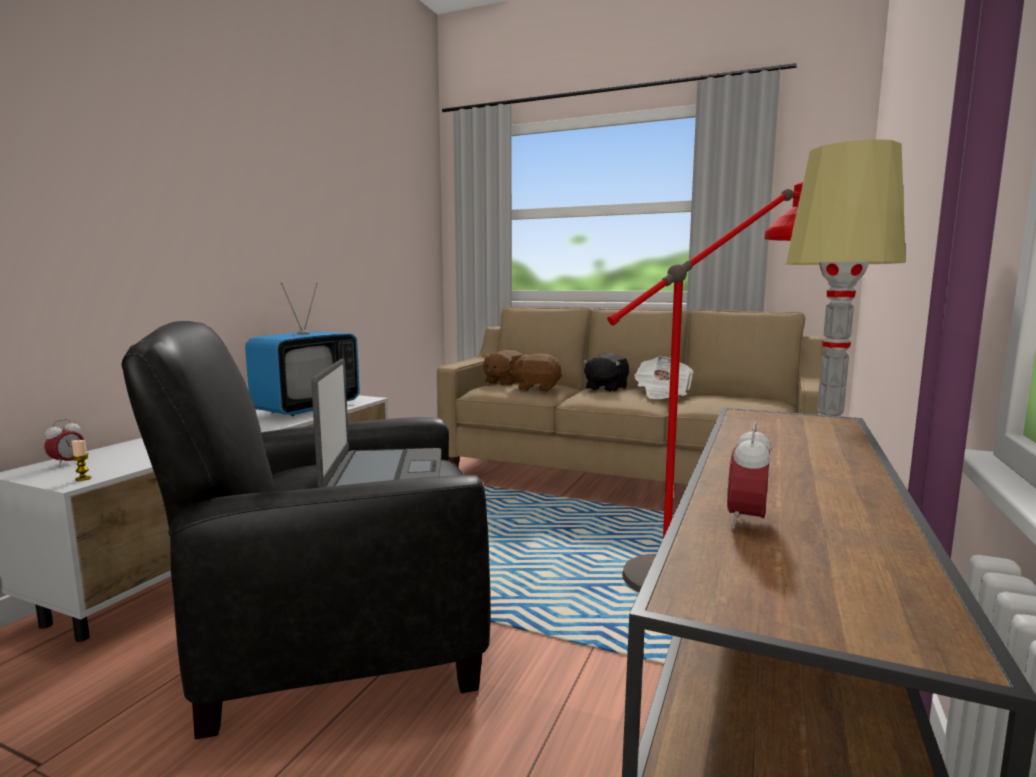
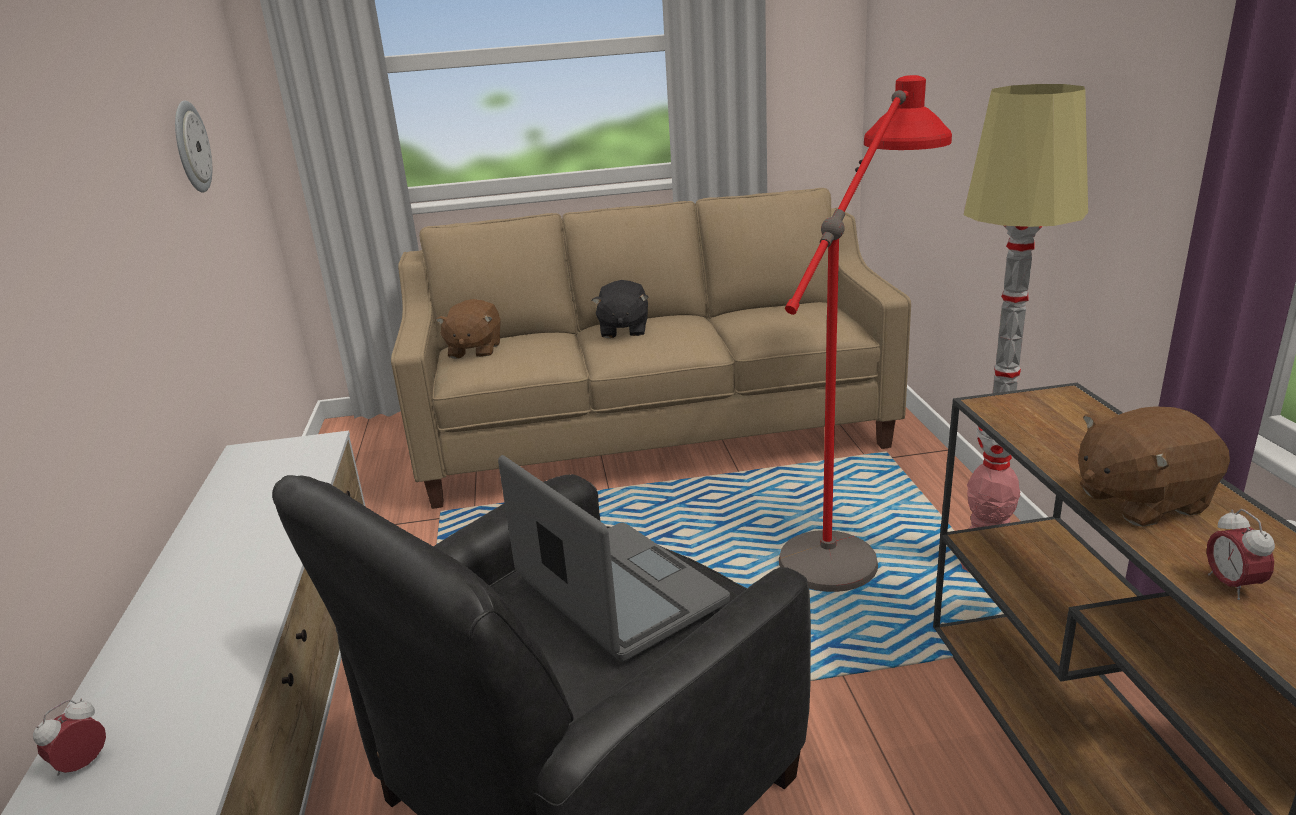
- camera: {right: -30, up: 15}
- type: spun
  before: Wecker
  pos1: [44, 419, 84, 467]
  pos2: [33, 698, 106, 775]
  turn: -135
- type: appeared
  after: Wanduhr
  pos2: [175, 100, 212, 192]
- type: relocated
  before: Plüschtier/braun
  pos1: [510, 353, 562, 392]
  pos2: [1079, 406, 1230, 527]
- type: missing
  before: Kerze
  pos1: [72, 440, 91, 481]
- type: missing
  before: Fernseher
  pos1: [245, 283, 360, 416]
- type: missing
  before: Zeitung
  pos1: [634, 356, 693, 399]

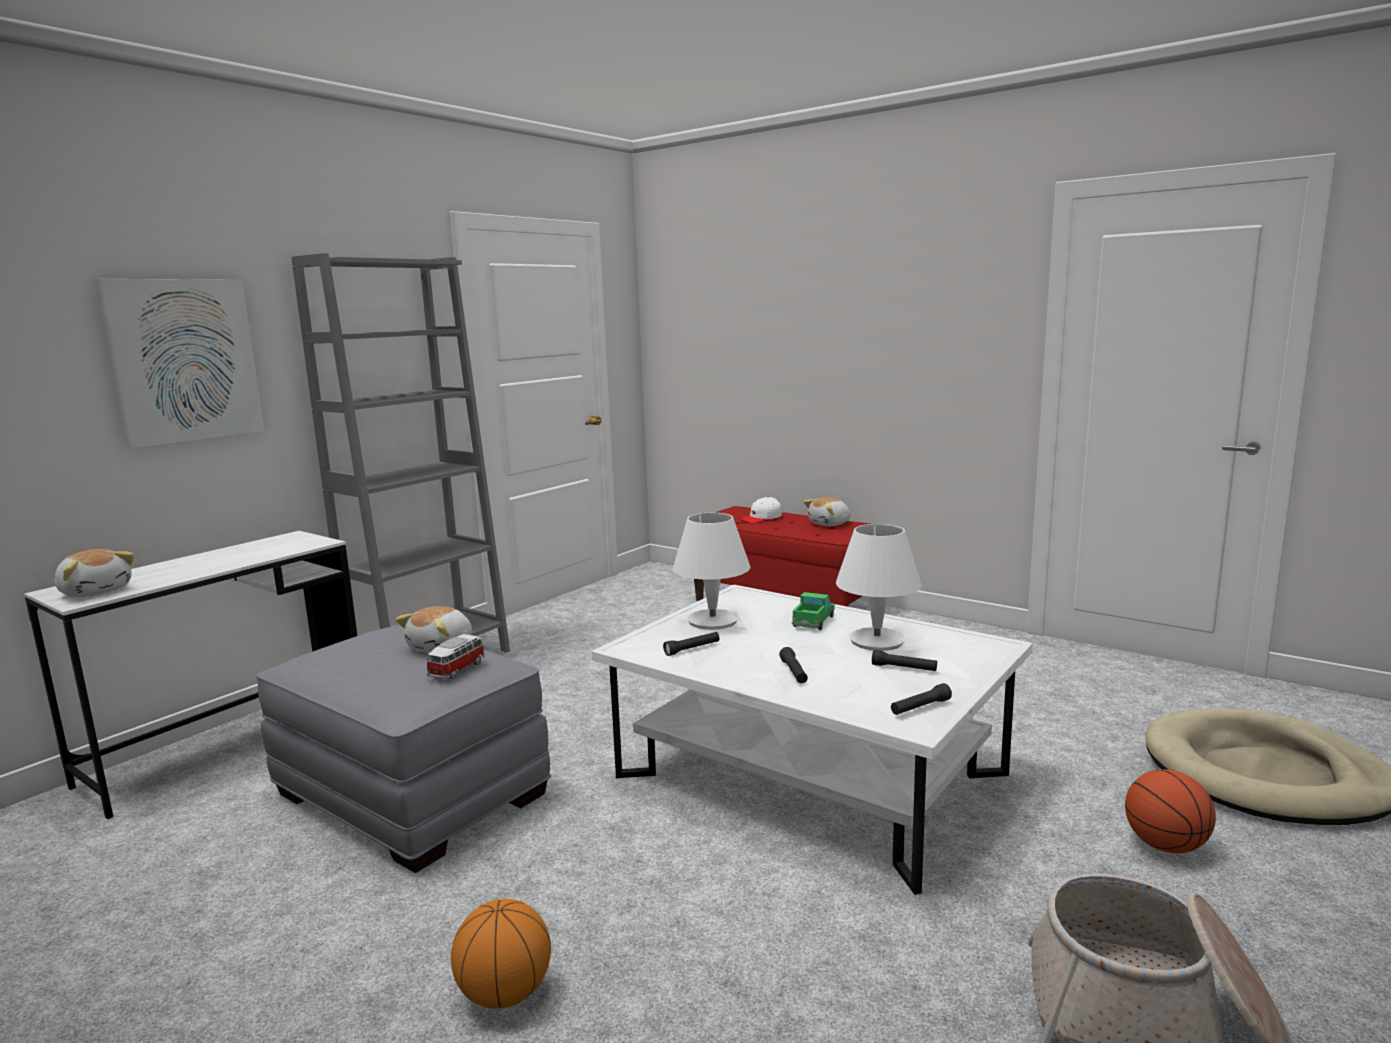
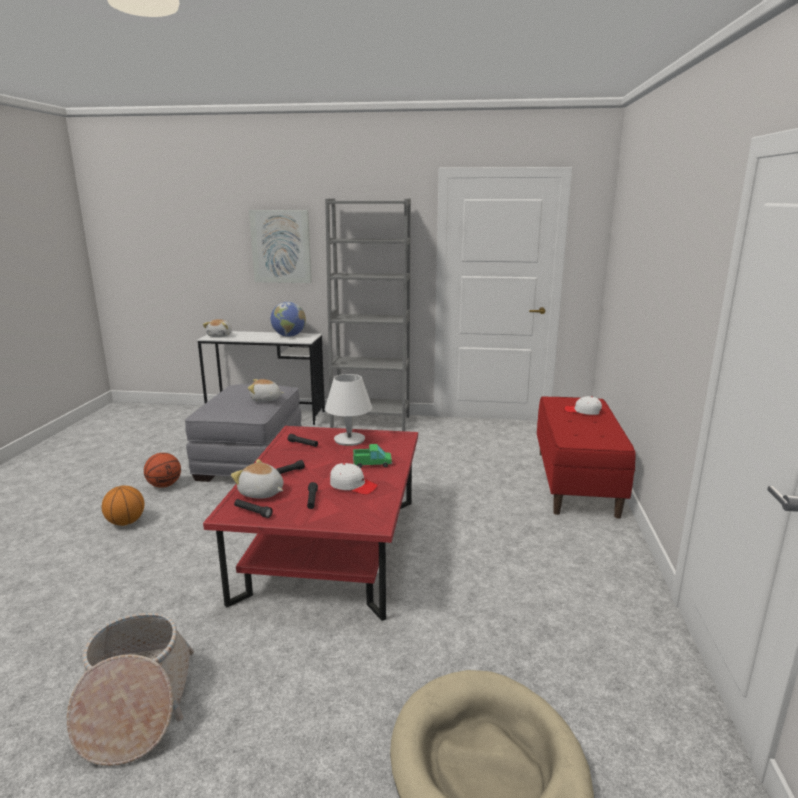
- camera: {right: 60, up: 5}
- type: relocated
  before: Basketball
  pos1: [1125, 769, 1216, 853]
  pos2: [144, 453, 181, 488]
- type: colour
  before: Couchtisch/weiß
  after: Couchtisch/rot
  pos1: [591, 585, 1033, 895]
  pos2: [203, 426, 418, 621]
- type: relocated
  before: Plüschtier
  pos1: [804, 497, 850, 526]
  pos2: [231, 459, 283, 499]
- type: appeared
  after: Globus
  pos2: [271, 302, 306, 337]
- type: exchanged
  before: Tischlampe/weiß
  after: Kappe/weiß
  pos1: [836, 524, 921, 651]
  pos2: [330, 463, 378, 495]
- type: missing
  before: Spielzeugauto
  pos1: [427, 634, 485, 679]

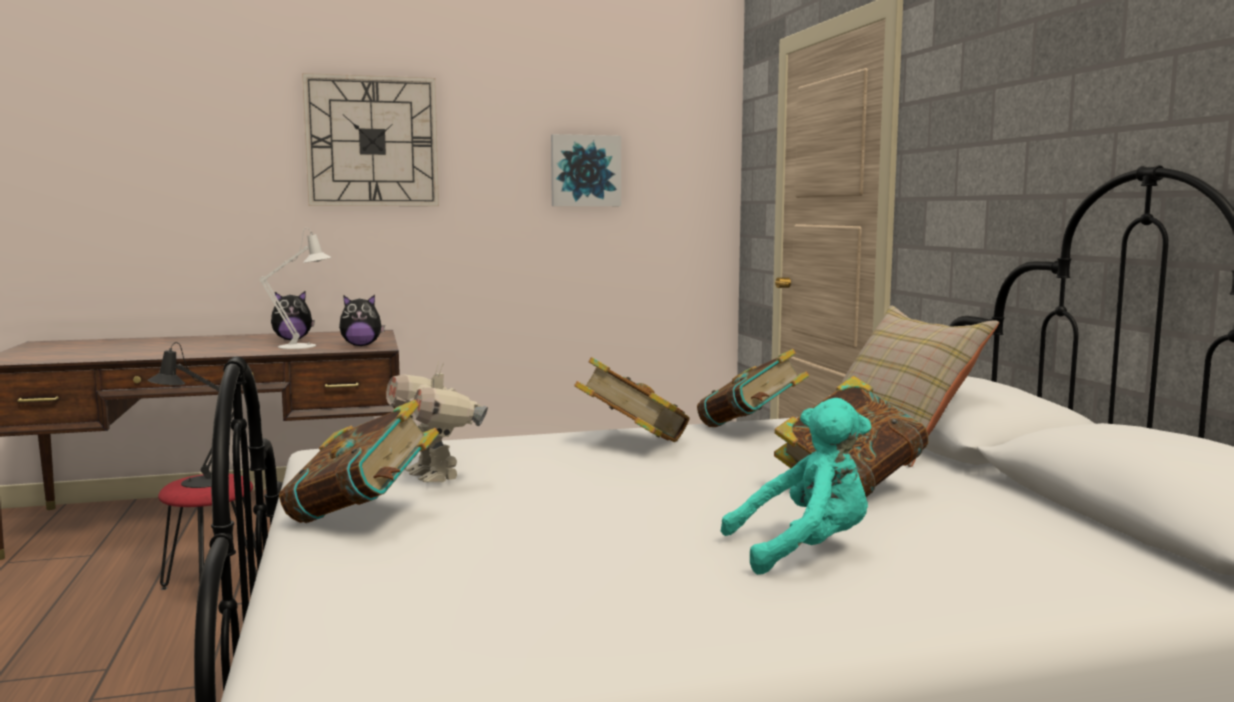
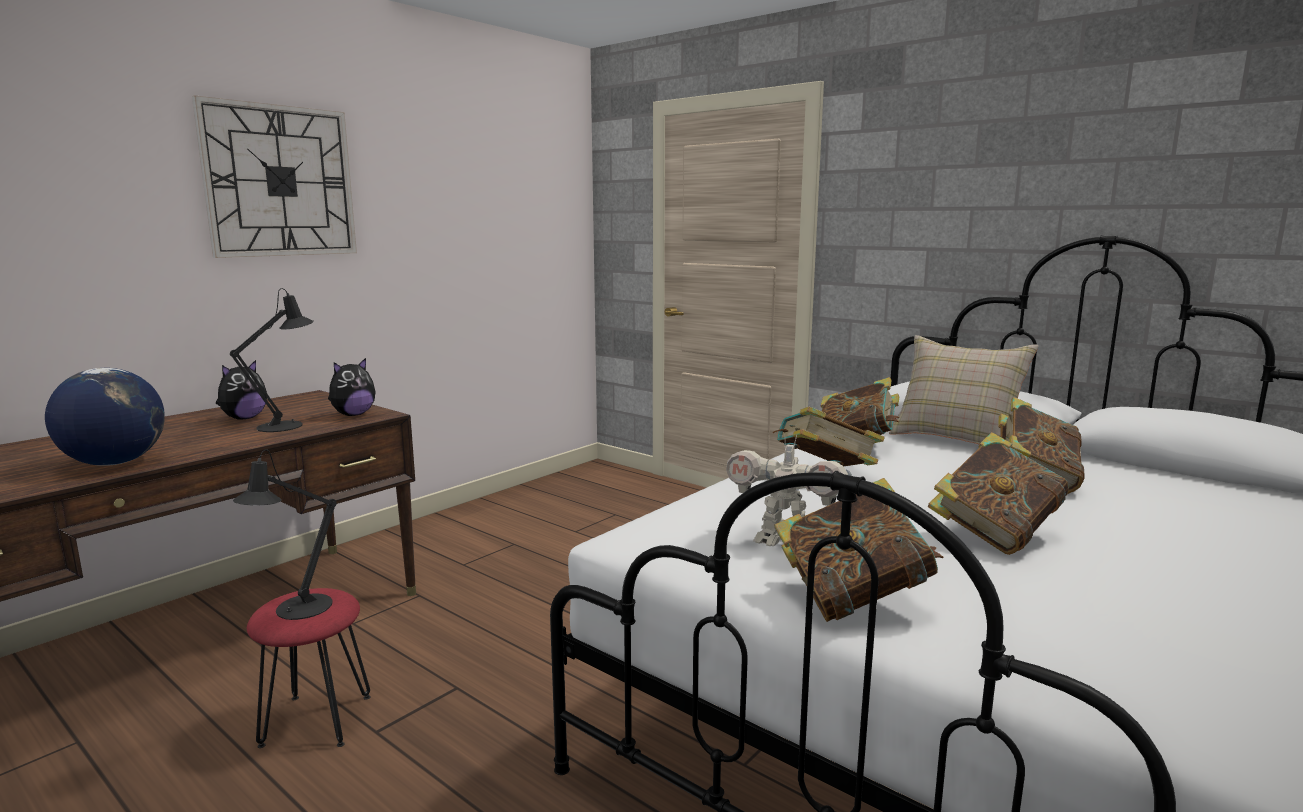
- camera: {right: -35, up: 5}
- type: appeared
  after: Globus
  pos2: [45, 368, 165, 466]
- type: colour
  before: Tischlampe/weiß
  after: Tischlampe/schwarz
  pos1: [260, 228, 332, 349]
  pos2: [230, 288, 314, 432]
- type: appeared
  after: Buch
  pos2: [928, 432, 1068, 555]
- type: missing
  before: Bild
  pos1: [551, 134, 621, 206]
- type: missing
  before: Plüschtier/türkis
  pos1: [721, 398, 871, 575]

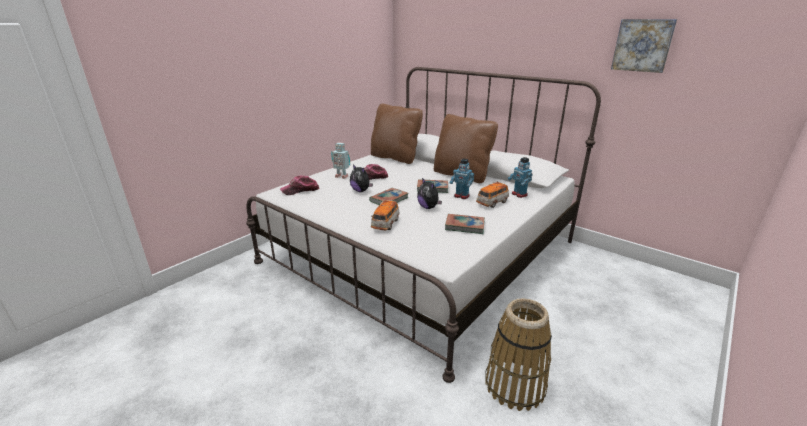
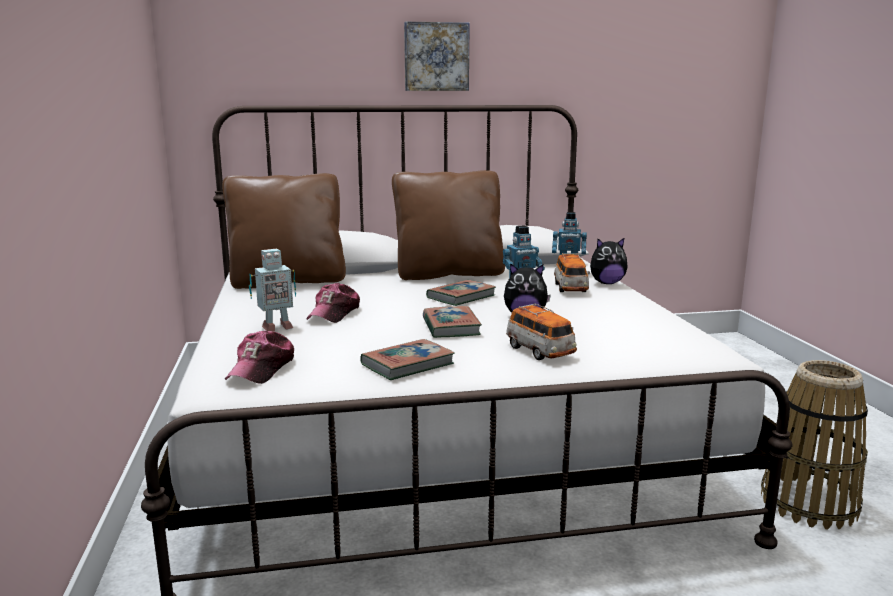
- camera: {right: -50, up: -10}
- type: relocated
  before: Buch
  pos1: [445, 214, 485, 234]
  pos2: [360, 339, 455, 380]
- type: relocated
  before: Bild
  pos1: [611, 19, 677, 73]
  pos2: [404, 21, 470, 91]
- type: relocated
  before: Plüschtier
  pos1: [350, 164, 373, 192]
  pos2: [590, 238, 628, 284]

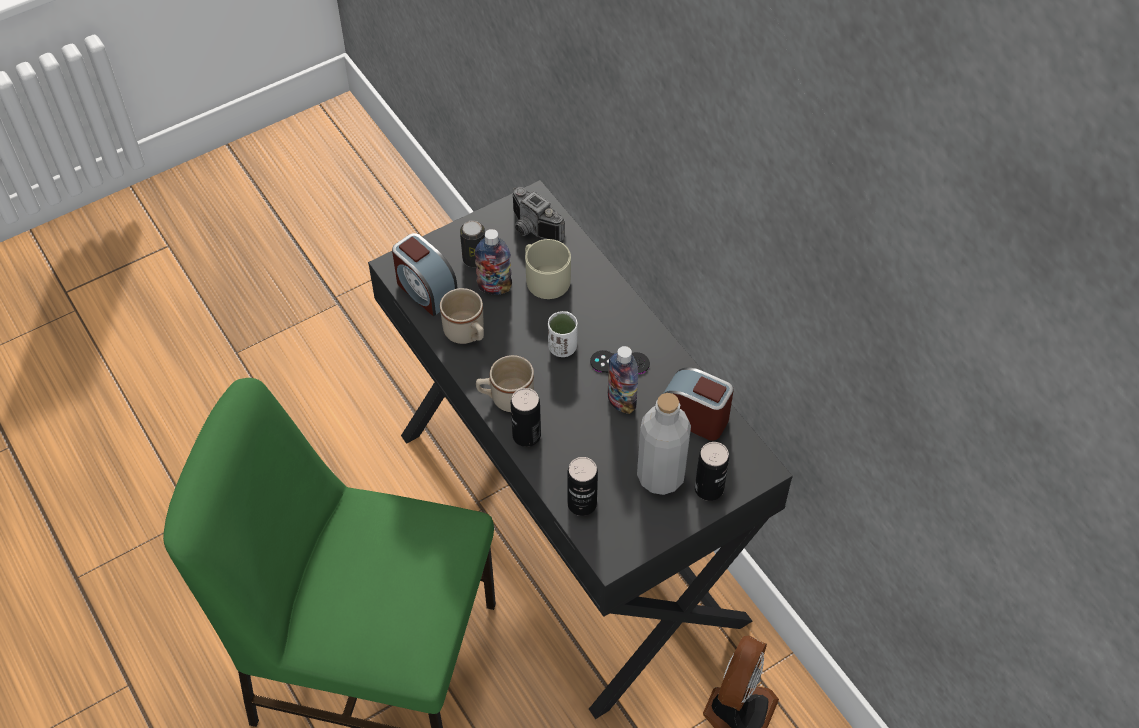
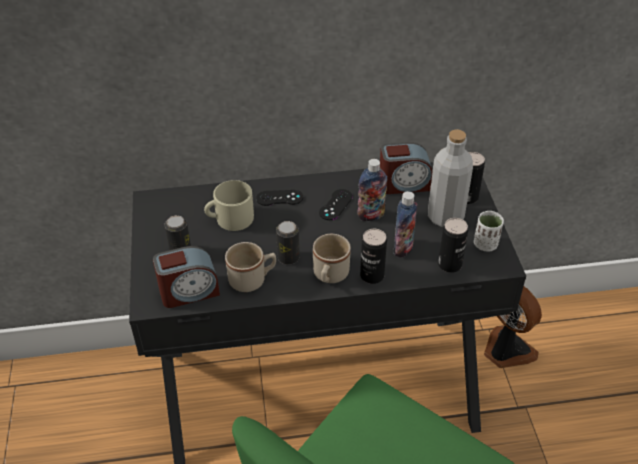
- camera: {right: -65, up: -10}
- type: appeared
  after: Gamepad/schwarz
  pos2: [256, 190, 303, 206]
- type: appeared
  after: Dose
  pos2: [276, 221, 300, 265]
- type: spun
  before: Wecker
  pos1: [663, 367, 734, 441]
  pos2: [380, 142, 433, 194]
  turn: -150
- type: relocated
  before: Flasche
  pos1: [474, 229, 512, 295]
  pos2: [394, 191, 418, 258]
- type: relocated
  before: Tasse/weiß
  pos1: [548, 311, 578, 357]
  pos2: [474, 211, 504, 252]
- type: missing
  before: Kamera
  pos1: [513, 187, 565, 241]

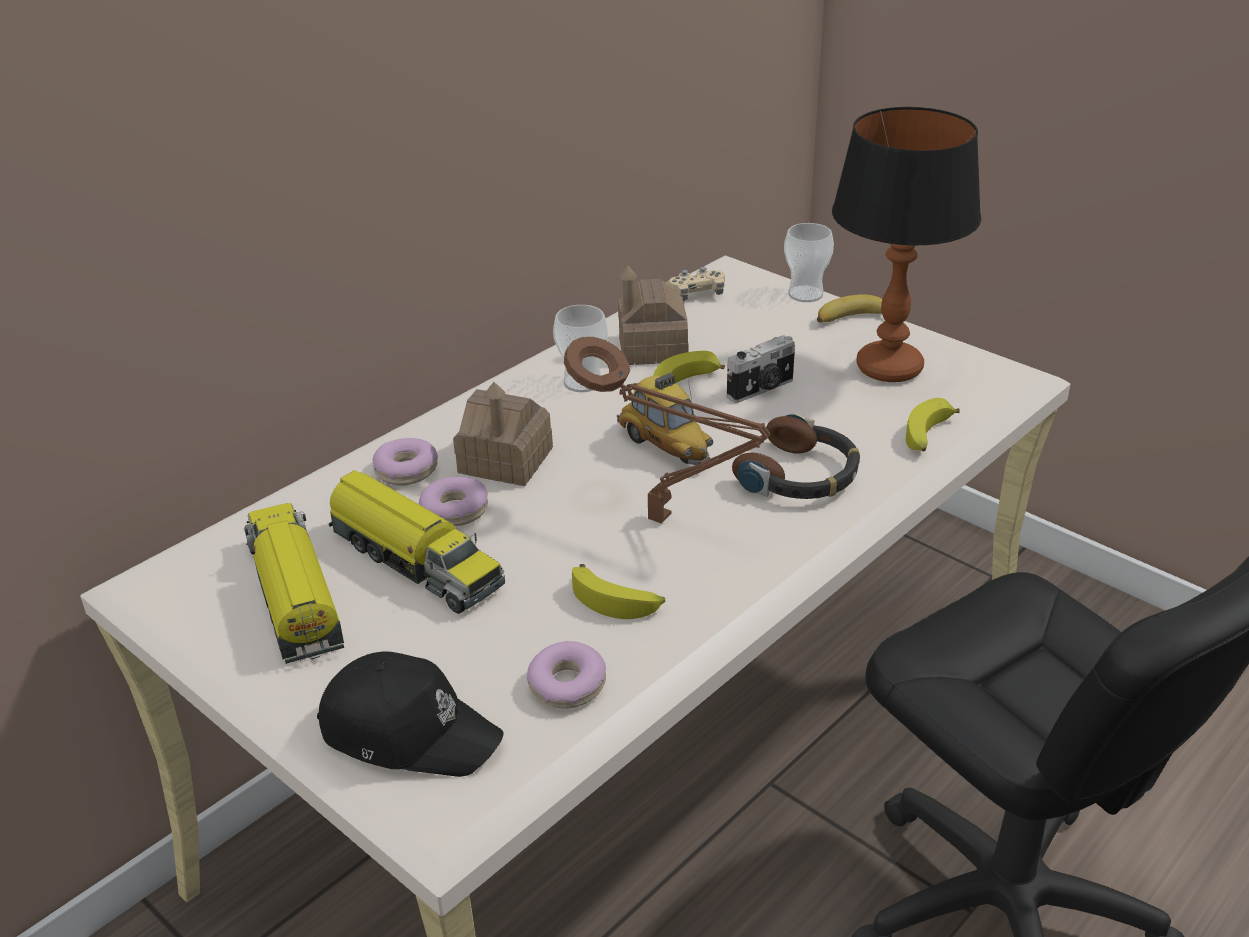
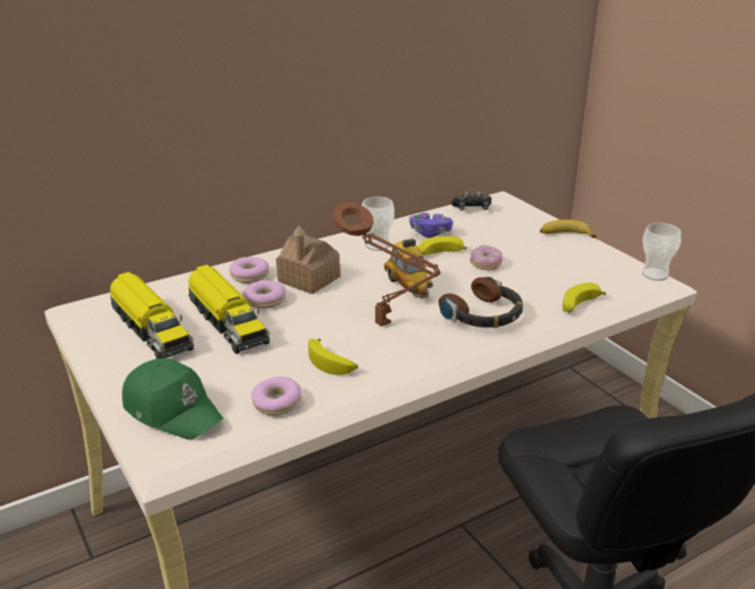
- camera: {right: 15, up: -5}
- type: spun
  before: Spielzeuglaster
  pos1: [244, 503, 344, 664]
  pos2: [110, 272, 194, 359]
  turn: 150
- type: colour
  before: Kappe/schwarz
  after: Kappe/grün
  pos1: [317, 651, 504, 777]
  pos2: [122, 358, 223, 440]
- type: exchanged
  before: Spielzeughaus
  after: Gamepad/lila
  pos1: [618, 265, 689, 365]
  pos2: [409, 212, 453, 238]
- type: colour
  before: Gamepad/beige
  after: Gamepad/schwarz
  pos1: [666, 267, 725, 301]
  pos2: [451, 192, 492, 210]
- type: exchanged
  before: Kamera
  after: Donut
  pos1: [727, 335, 795, 403]
  pos2: [470, 245, 503, 270]
- type: relocated
  before: Tasse
  pos1: [784, 223, 834, 302]
  pos2: [642, 223, 681, 281]
- type: missing
  before: Tischlampe
  pos1: [832, 107, 981, 382]

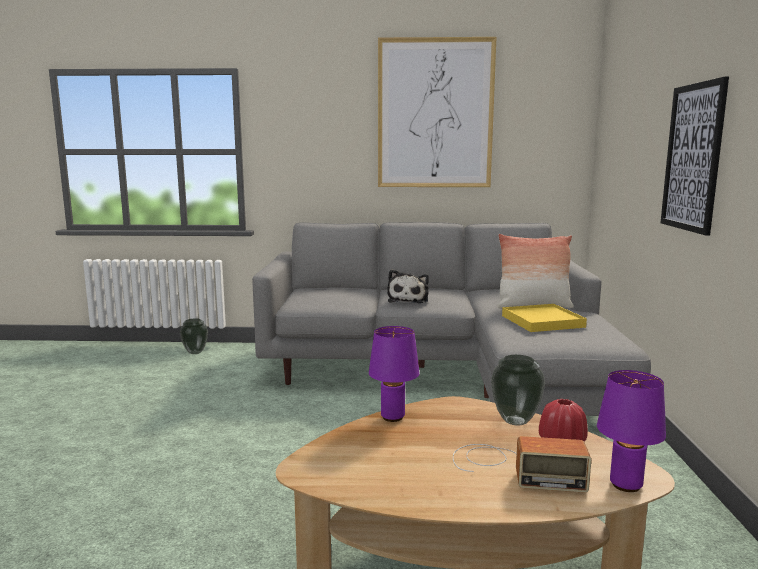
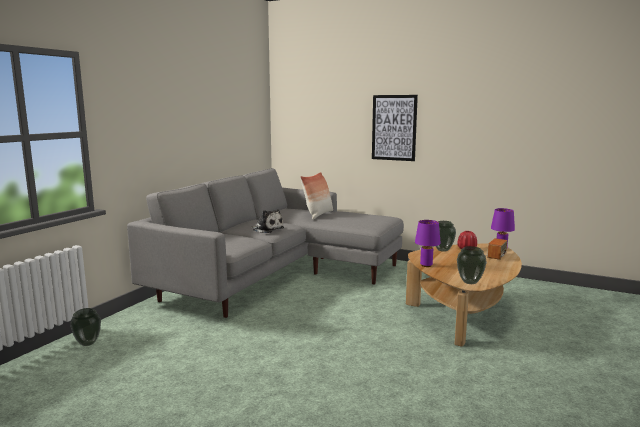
- camera: {right: -65, up: 0}
- type: appeared
  after: Vase
  pos2: [457, 246, 487, 284]
- type: missing
  before: Bild
  pos1: [378, 37, 497, 187]
- type: missing
  before: Tablett/gelb
  pos1: [502, 304, 587, 332]

